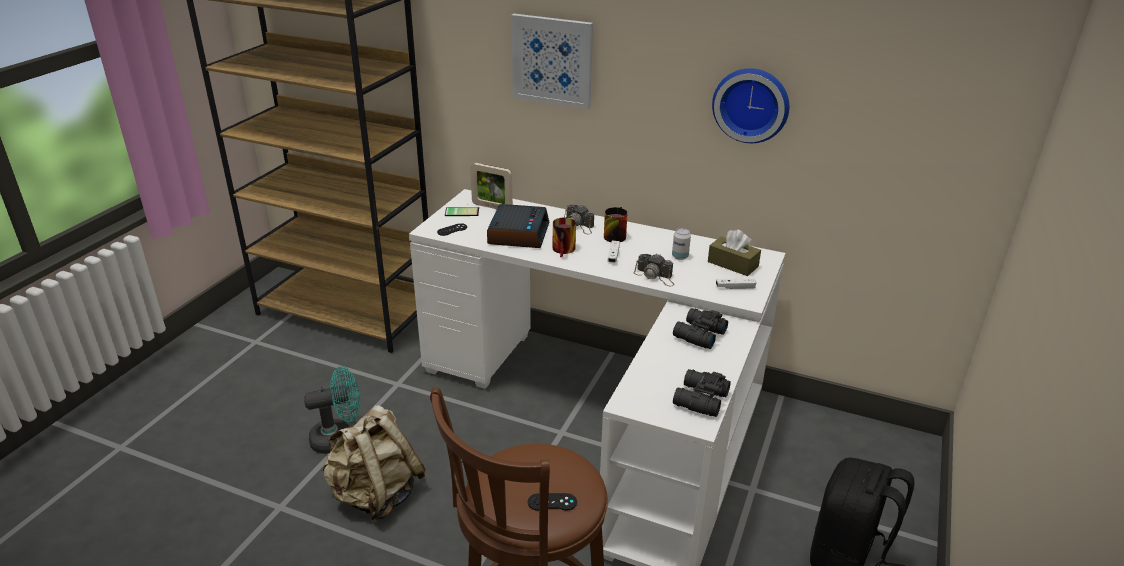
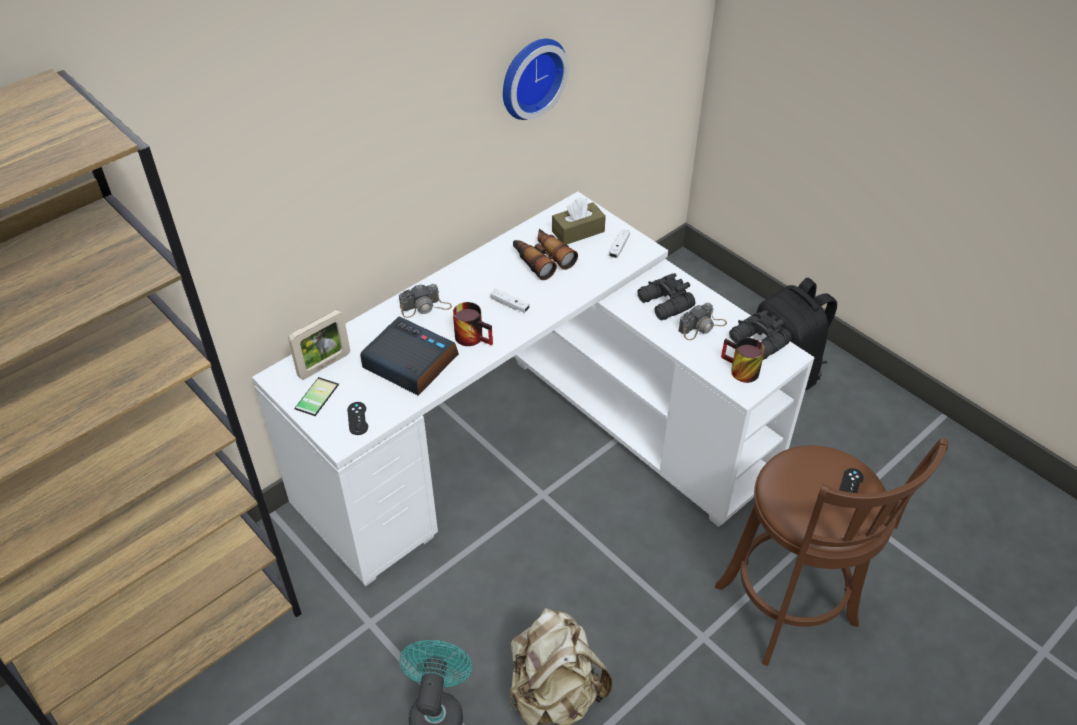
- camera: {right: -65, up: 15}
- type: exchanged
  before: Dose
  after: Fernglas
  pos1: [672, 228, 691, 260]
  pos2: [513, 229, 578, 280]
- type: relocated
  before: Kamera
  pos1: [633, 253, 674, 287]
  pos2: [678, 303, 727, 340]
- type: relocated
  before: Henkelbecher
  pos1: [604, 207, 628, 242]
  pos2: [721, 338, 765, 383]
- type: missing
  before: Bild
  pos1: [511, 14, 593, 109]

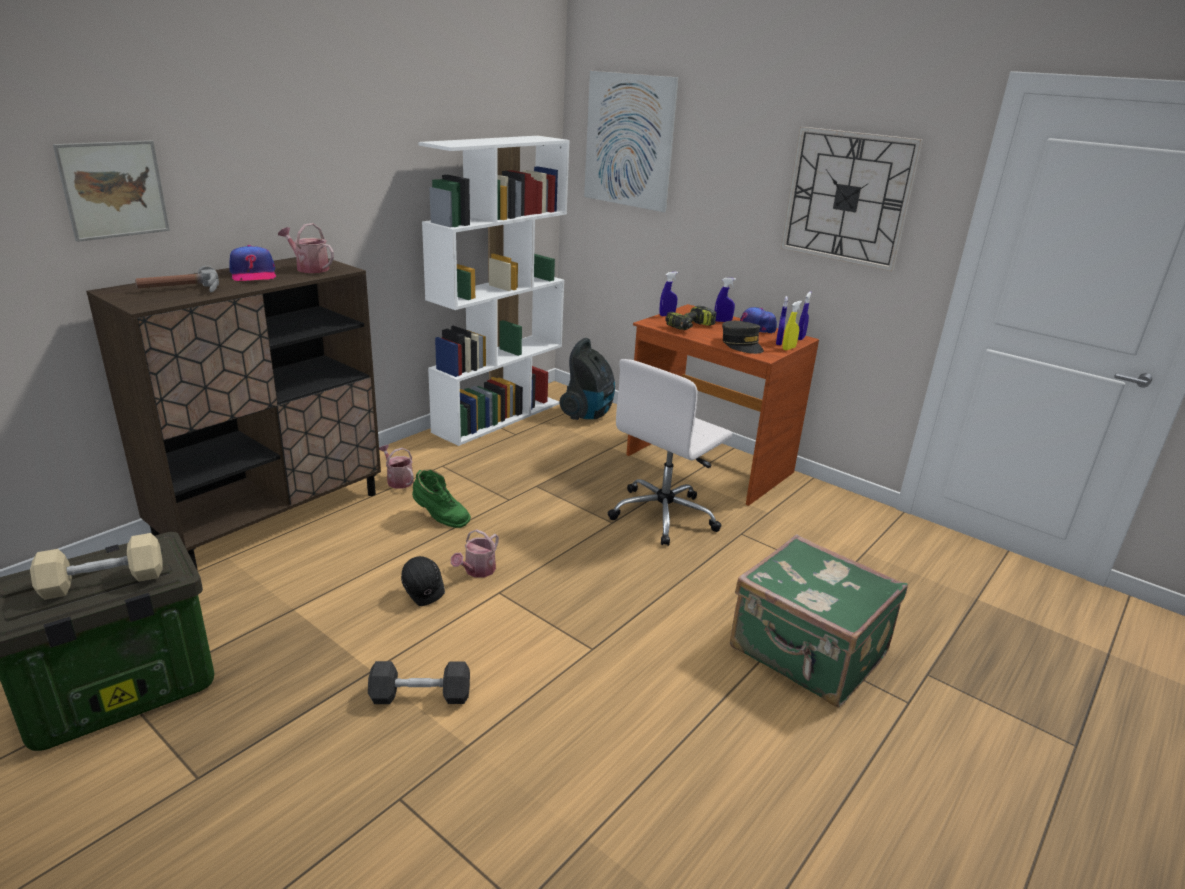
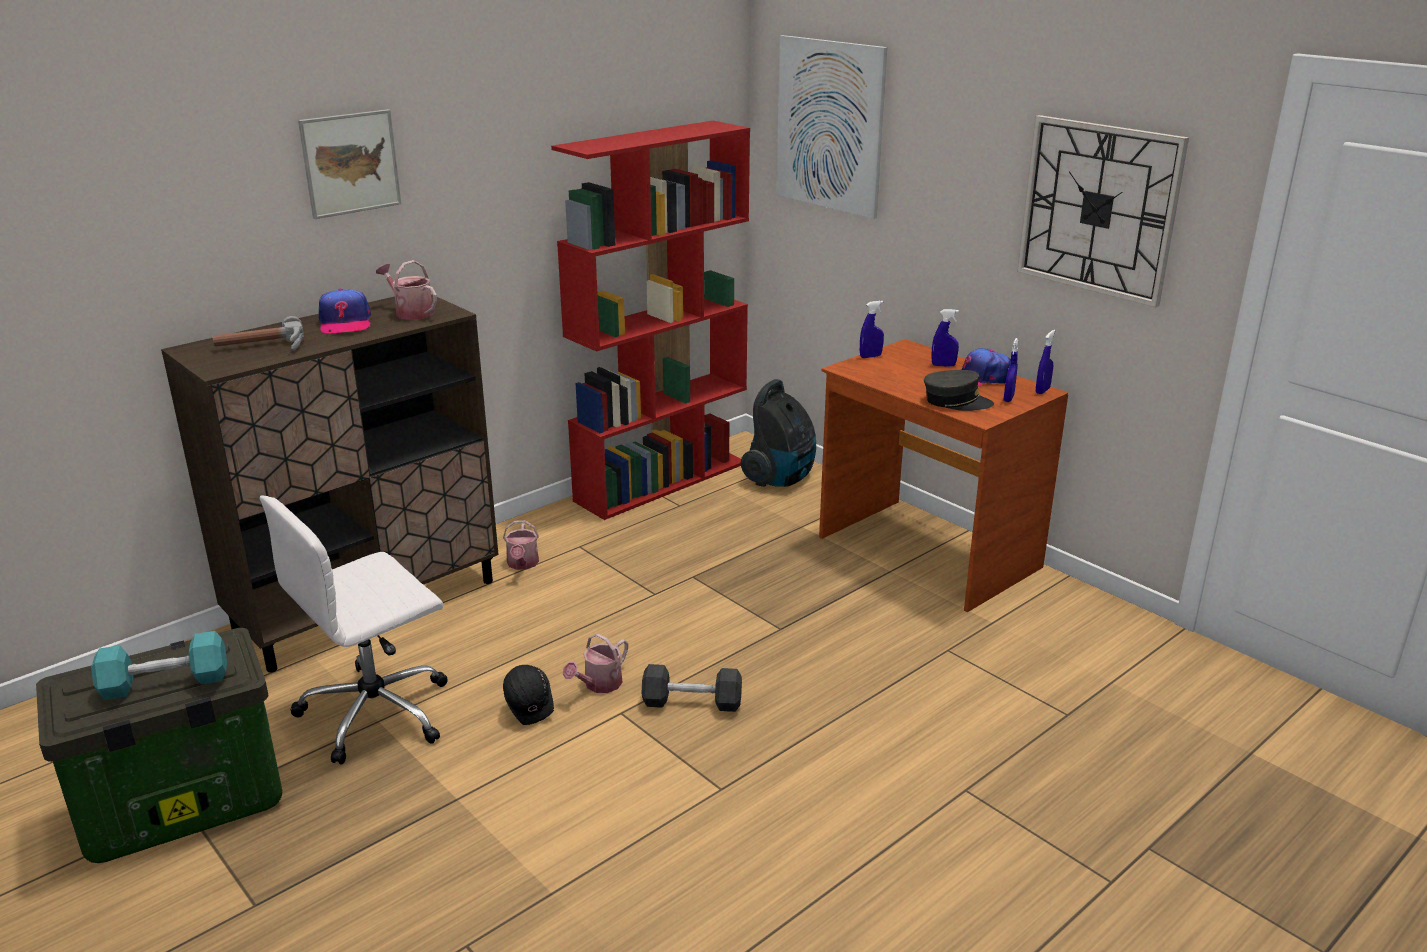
- camera: {right: 10, up: 0}
- type: colour
  before: Hantel/beige
  after: Hantel/türkis
  pos1: [30, 533, 163, 600]
  pos2: [91, 631, 227, 700]
- type: relocated
  before: Bürostuhl/weiß
  pos1: [608, 359, 732, 546]
  pos2: [260, 496, 448, 765]
- type: relocated
  before: Bild
  pos1: [53, 140, 170, 242]
  pos2: [298, 109, 401, 219]
- type: spun
  before: Gießkanne
  pos1: [379, 445, 414, 489]
  pos2: [503, 520, 539, 570]
  turn: -150
- type: colour
  before: Bücherregal/weiß
  after: Bücherregal/rot
  pos1: [418, 136, 570, 446]
  pos2: [551, 121, 750, 520]
- type: relocated
  before: Hantel/schwarz
  pos1: [368, 661, 470, 704]
  pos2: [641, 664, 742, 712]
- type: spun
  before: Kappe/grau
  pos1: [722, 321, 764, 354]
  pos2: [924, 370, 994, 411]
  turn: -60
- type: missing
  before: Stiefel/grün
  pos1: [412, 469, 471, 528]
- type: missing
  before: Bohrmaschine
  pos1: [665, 306, 716, 330]
- type: missing
  before: Koffer/grün
  pos1: [730, 534, 908, 708]
- type: missing
  before: Sprühflasche/gelb
  pos1: [782, 301, 802, 350]

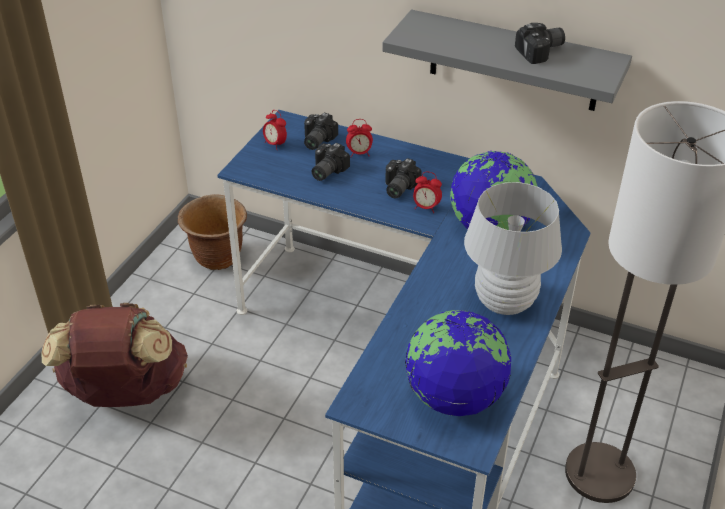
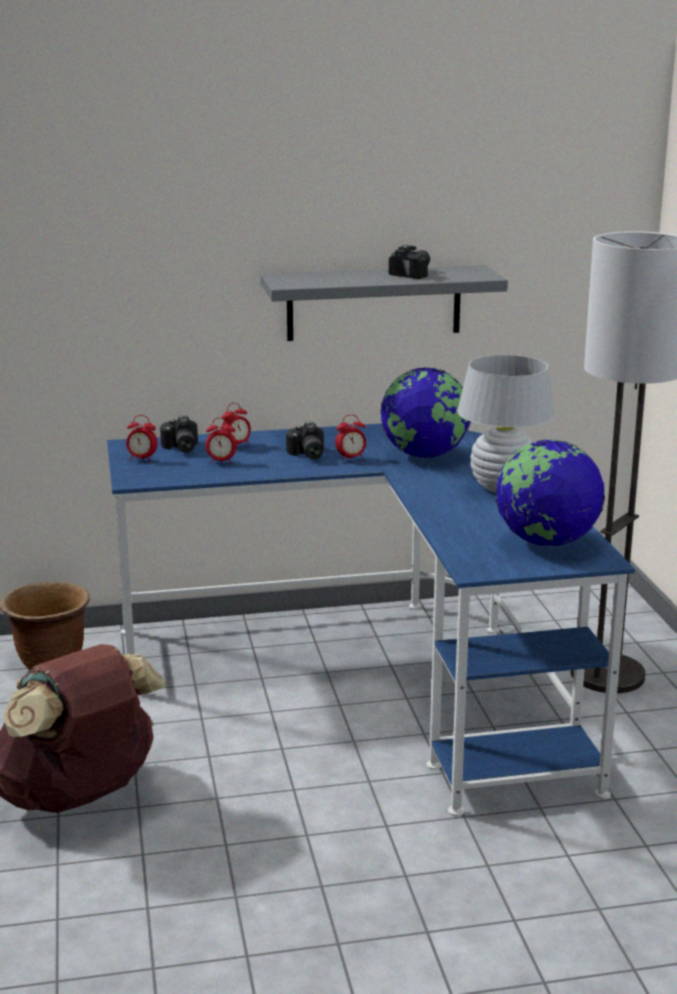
- camera: {right: -35, up: -20}
- type: exchanged
  before: Kamera
  after: Wecker
  pos1: [312, 143, 350, 181]
  pos2: [206, 418, 237, 464]

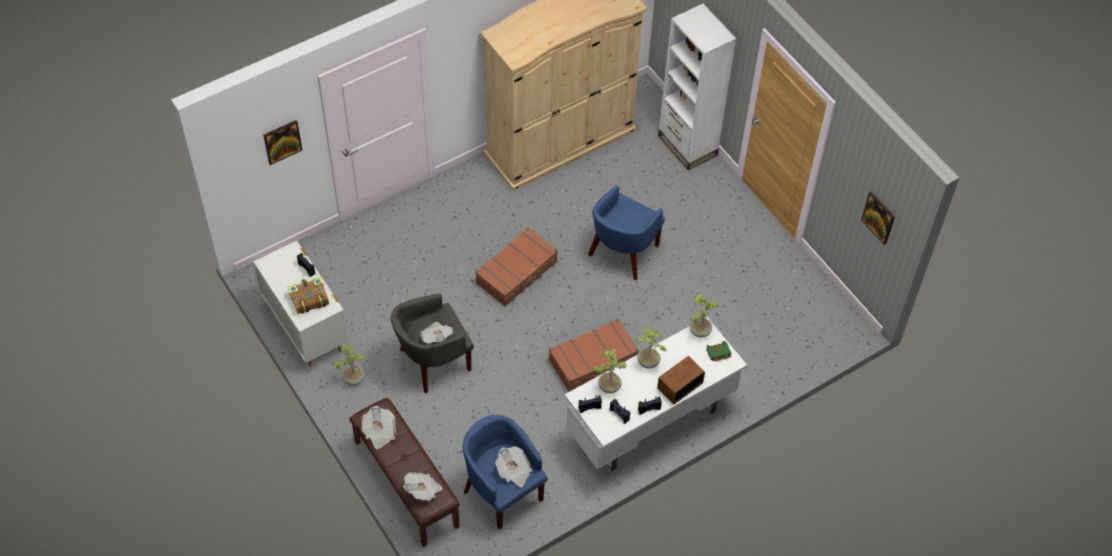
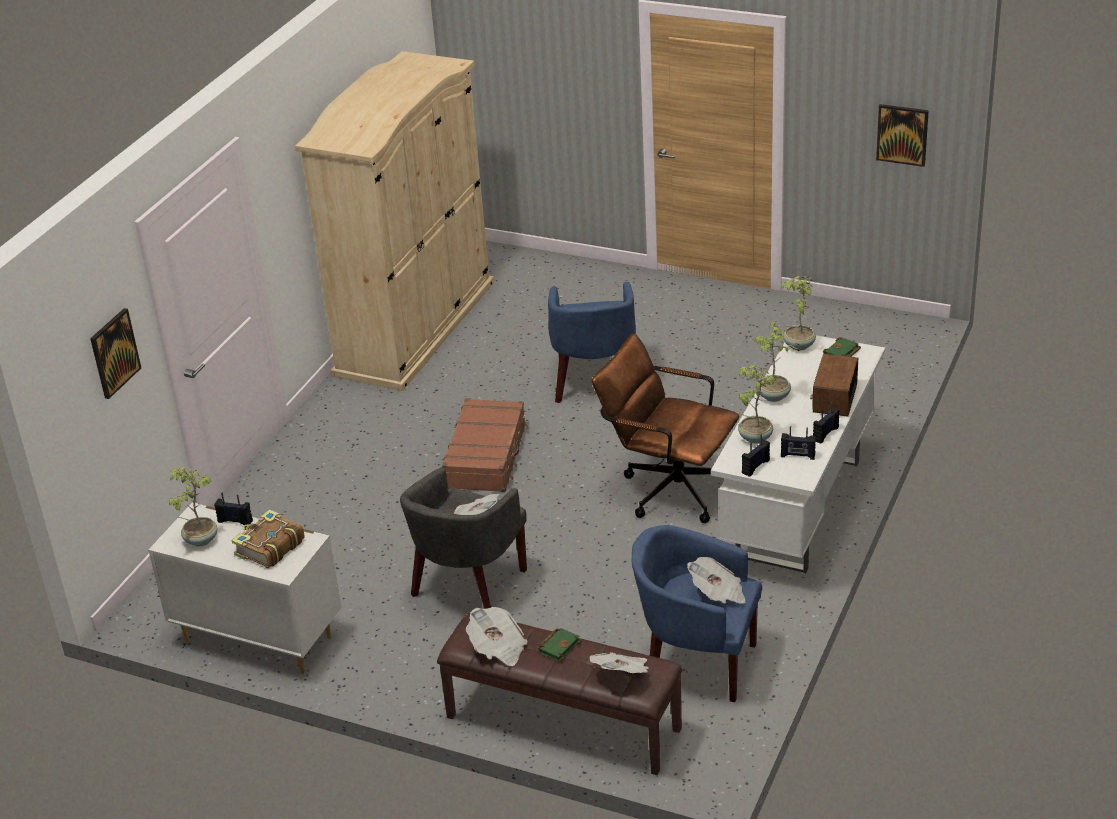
- camera: {right: -30, up: -20}
- type: relocated
  before: Topfpflanze
  pos1: [333, 343, 365, 385]
  pos2: [169, 468, 218, 546]
- type: appeared
  after: Buch/grün
  pos2: [537, 628, 582, 661]
- type: exchanged
  before: Koffer/braun
  after: Bürostuhl/braun
  pos1: [549, 319, 639, 392]
  pos2: [592, 333, 739, 523]
- type: missing
  before: Bücherregal/weiß
  pos1: [658, 4, 736, 170]

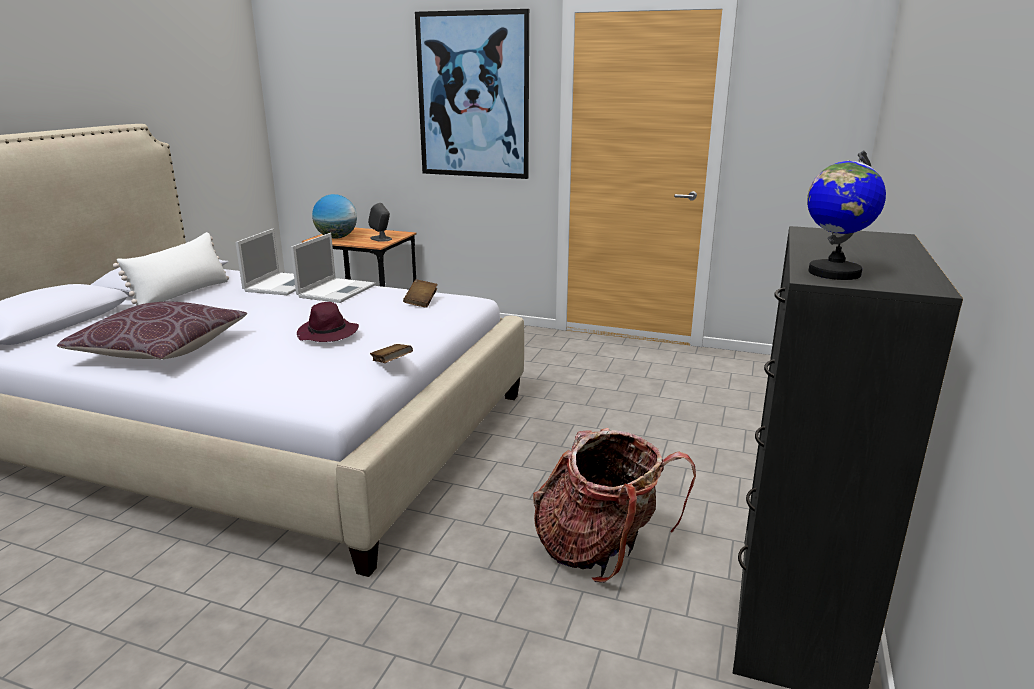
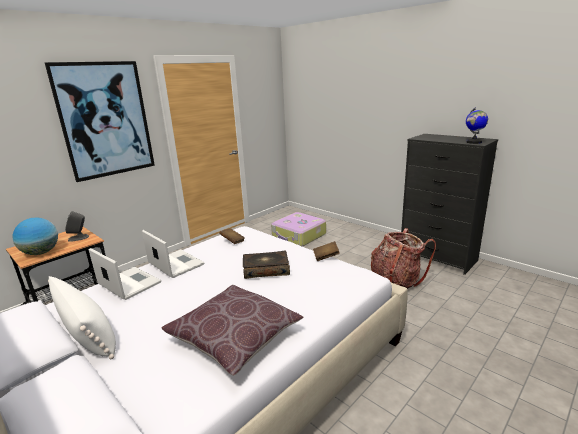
- camera: {right: -65, up: 0}
- type: exchanged
  before: Hut/lila
  after: Buch
  pos1: [297, 302, 359, 342]
  pos2: [243, 251, 290, 279]
- type: appeared
  after: Koffer
  pos2: [271, 212, 326, 246]

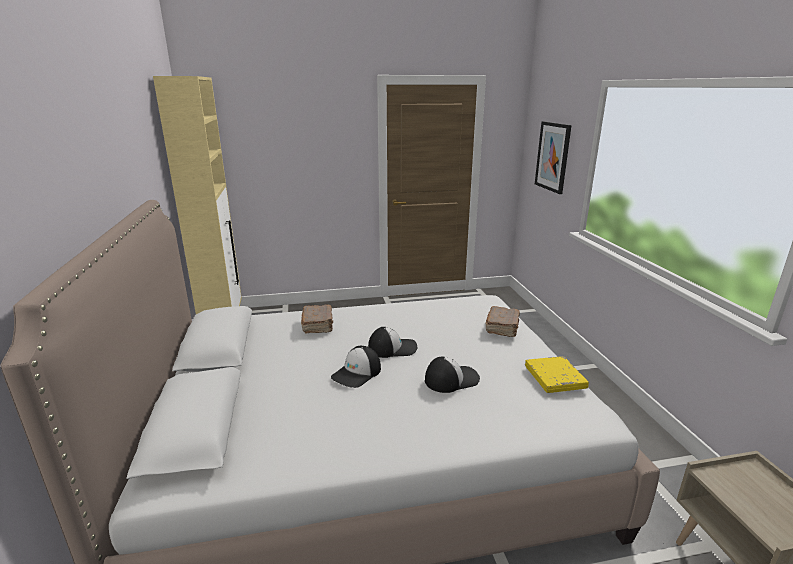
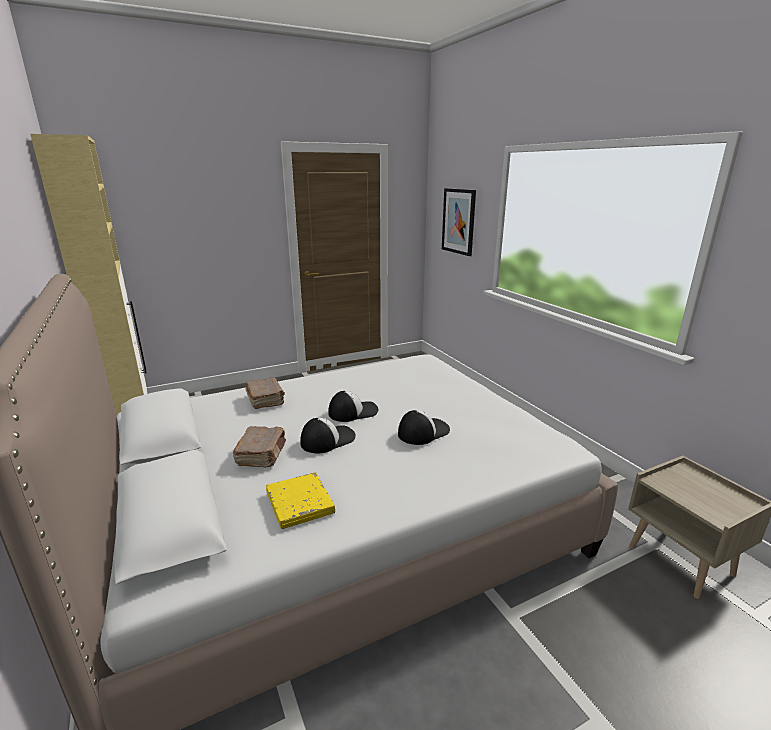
- camera: {right: -15, up: 0}
- type: relocated
  before: Buch/braun
  pos1: [486, 306, 520, 337]
  pos2: [233, 426, 286, 468]
- type: relocated
  before: Buch/gelb
  pos1: [525, 356, 589, 393]
  pos2: [266, 472, 335, 529]
- type: spun
  before: Kappe
  pos1: [331, 346, 381, 388]
  pos2: [300, 418, 356, 453]
  turn: -150

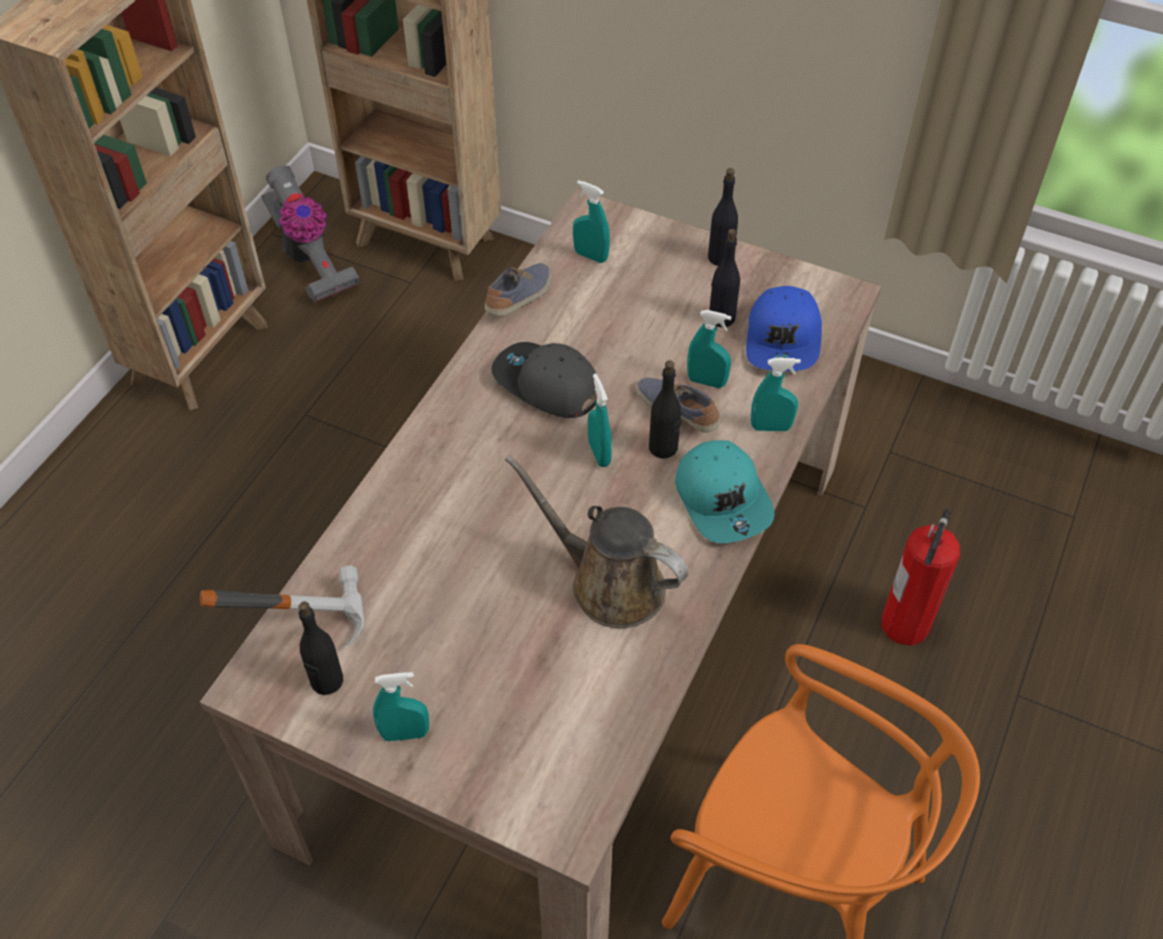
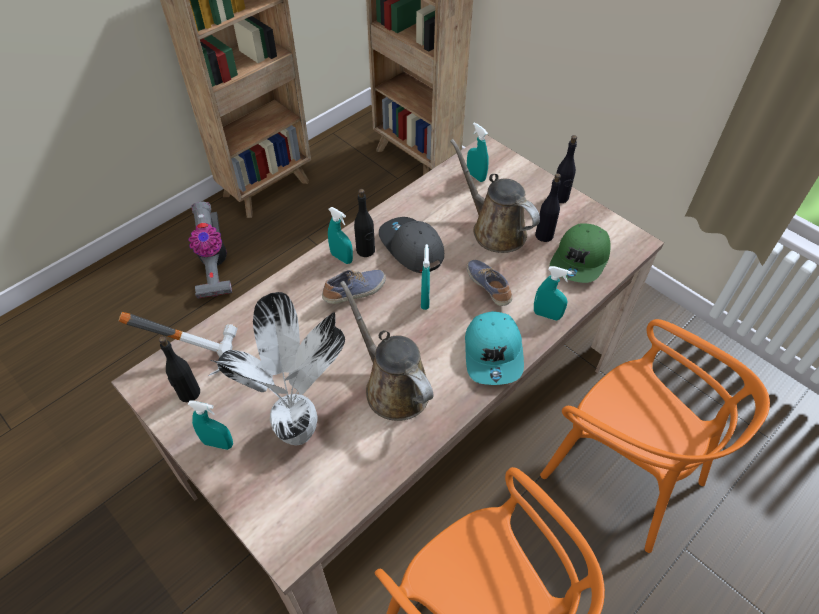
- camera: {right: 20, up: 0}
- type: relocated
  before: Staubsauger
  pos1: [261, 166, 359, 303]
  pos2: [188, 202, 232, 298]
- type: appeared
  after: Topfpflanze
  pos2: [211, 292, 345, 445]
- type: relocated
  before: Schuh
  pos1: [485, 263, 552, 316]
  pos2: [322, 270, 386, 304]
- type: relocated
  before: Sprühflasche/türkis
  pos1: [687, 310, 731, 388]
  pos2: [328, 207, 353, 264]
- type: relocated
  before: Flasche/schwarz
  pos1: [649, 361, 682, 458]
  pos2: [354, 189, 375, 257]
- type: appeared
  after: Gießkanne/braun
  pos2: [450, 139, 540, 253]
- type: exchanged
  before: Feuerlöscher
  after: Stuhl/orange
  pos1: [881, 509, 960, 646]
  pos2: [540, 319, 770, 553]
- type: colour
  before: Kappe/blau
  after: Kappe/grün
  pos1: [746, 286, 822, 371]
  pos2: [550, 223, 611, 283]

